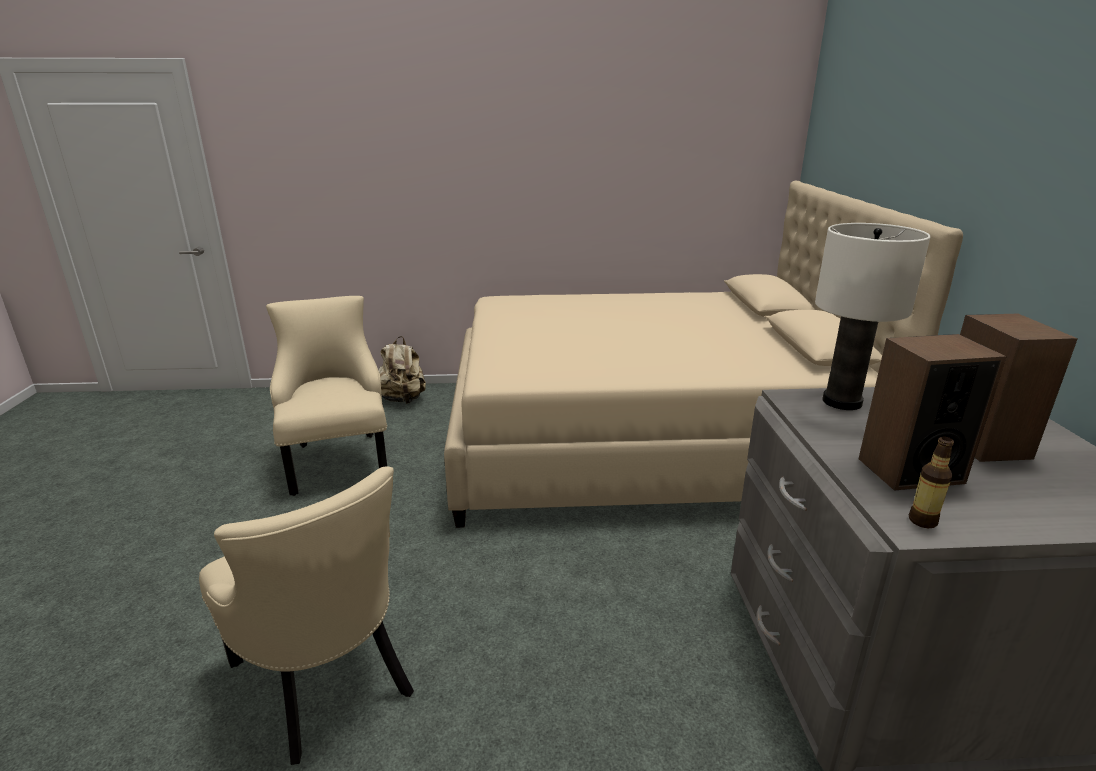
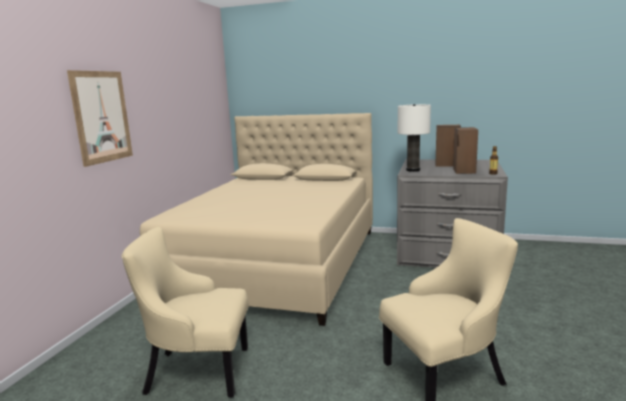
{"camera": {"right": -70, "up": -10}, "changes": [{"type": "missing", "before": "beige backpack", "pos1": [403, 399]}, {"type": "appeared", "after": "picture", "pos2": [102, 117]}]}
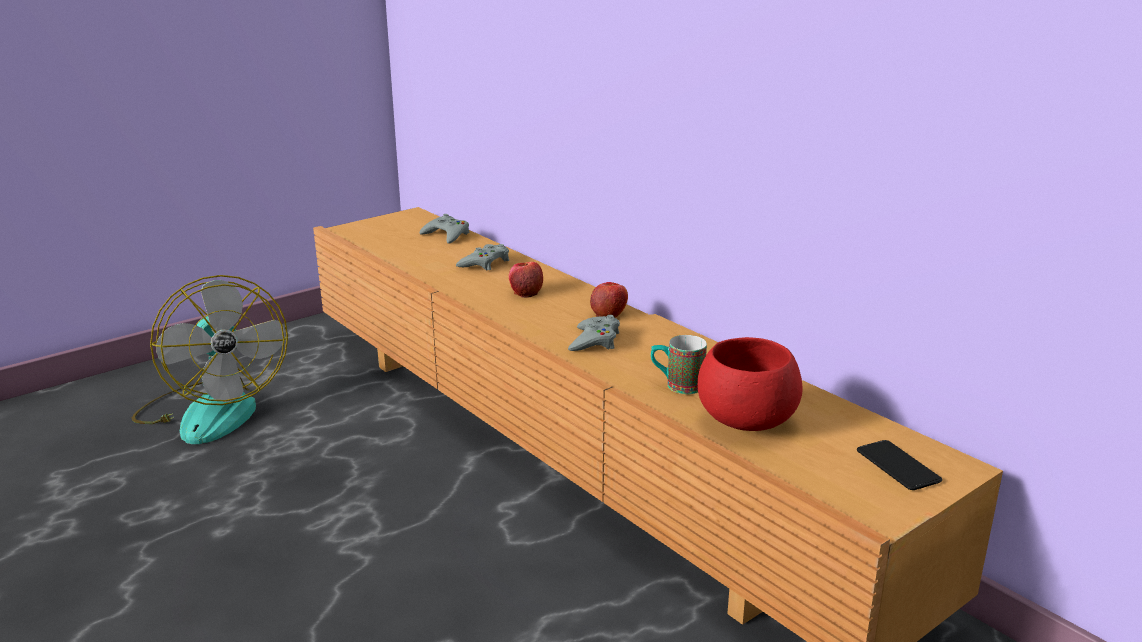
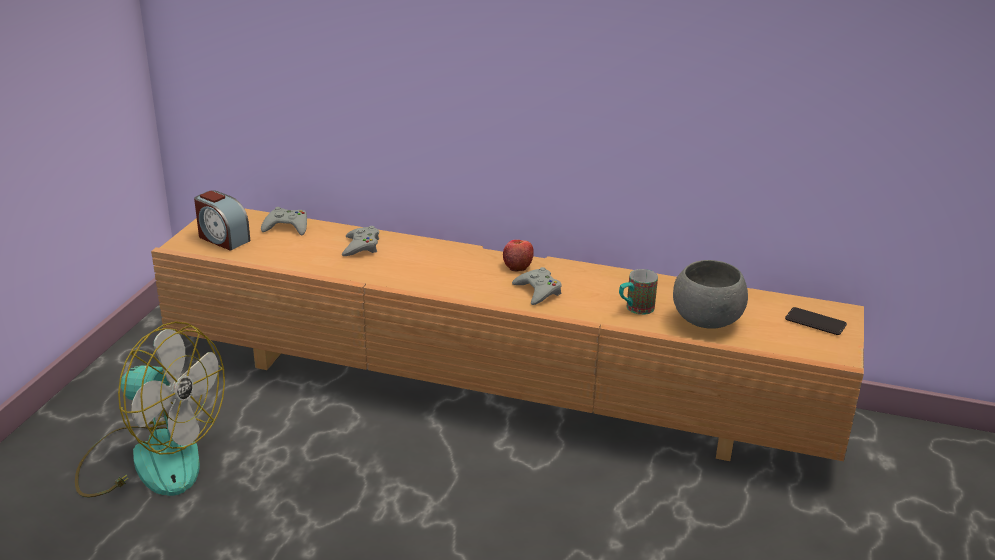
{"camera": {"right": -35, "up": 5}, "changes": [{"type": "missing", "before": "apple", "pos1": [526, 292]}, {"type": "colour", "before": "red bowl", "after": "grey bowl", "pos1": [745, 421], "pos2": [705, 321]}, {"type": "appeared", "after": "alarm clock", "pos2": [223, 239]}]}
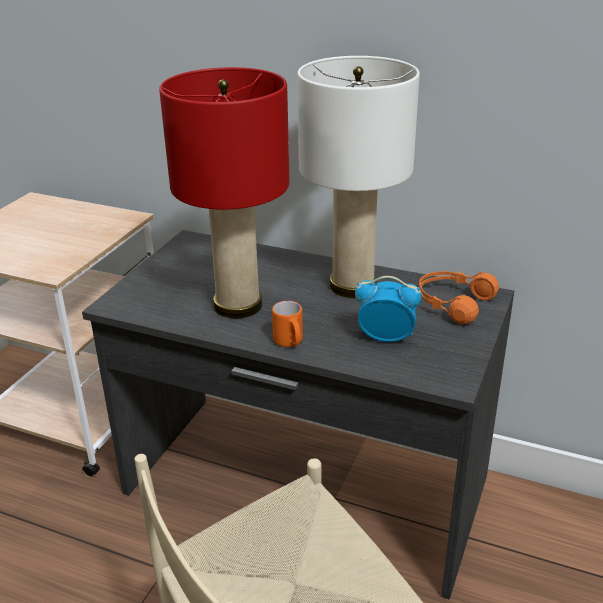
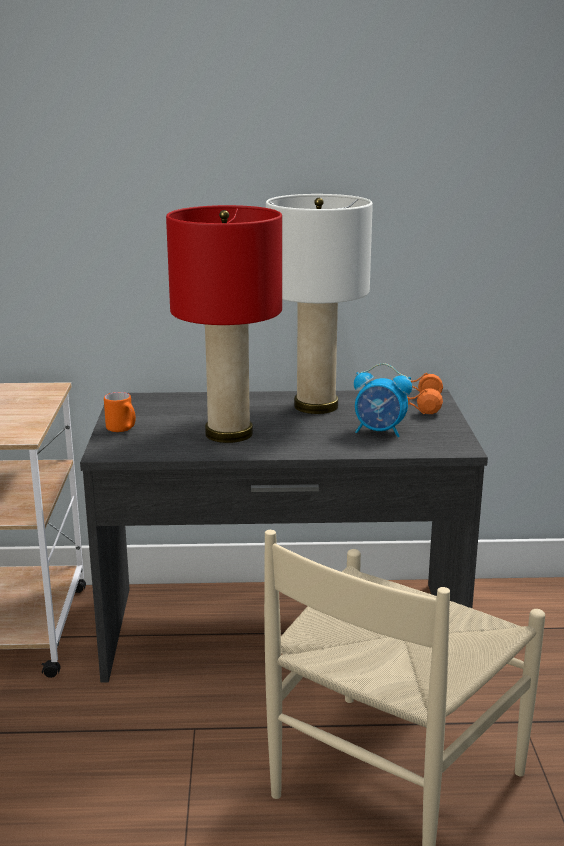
{"camera": {"right": -25, "up": -10}, "changes": [{"type": "spun", "before": "alarm clock", "pos1": [386, 337], "pos2": [380, 432], "turn": -150}, {"type": "relocated", "before": "orange mug", "pos1": [290, 343], "pos2": [122, 429]}]}
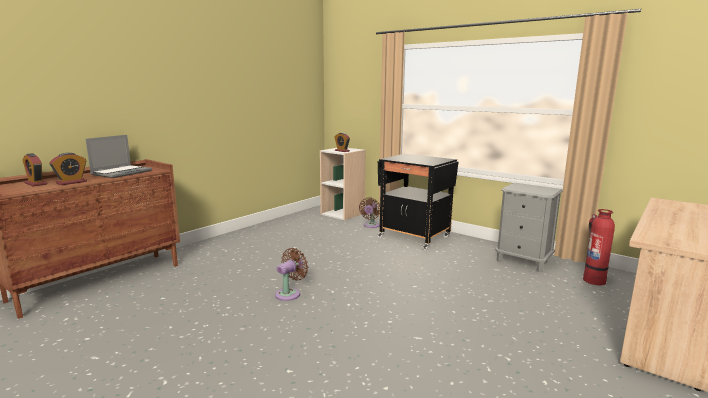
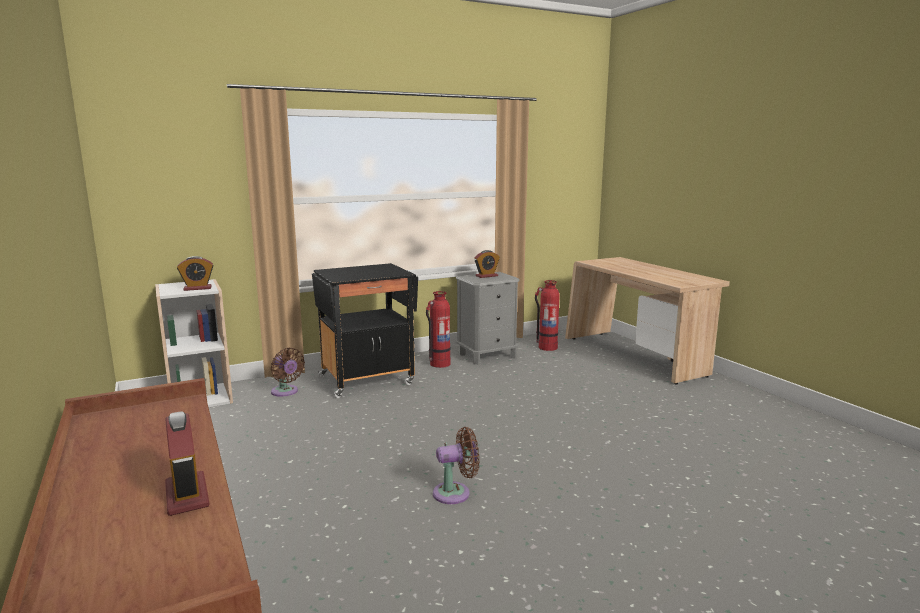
{"camera": {"right": -65, "up": 0}, "changes": [{"type": "missing", "before": "laptop", "pos1": [122, 172]}, {"type": "relocated", "before": "alarm clock", "pos1": [36, 183], "pos2": [486, 276]}, {"type": "spun", "before": "brown fan", "pos1": [290, 293], "pos2": [455, 493], "turn": 105}, {"type": "appeared", "after": "fire extinguisher", "pos2": [439, 364]}]}
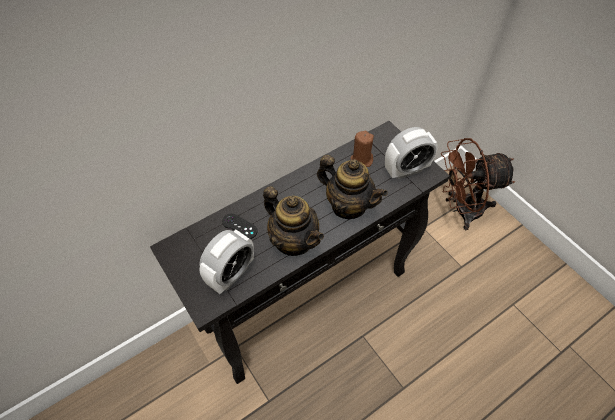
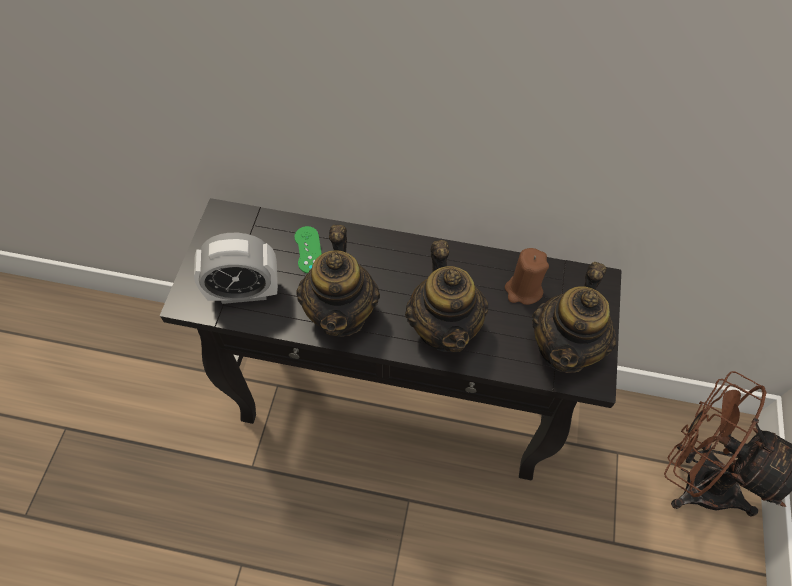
{"camera": {"right": 45, "up": 5}, "changes": [{"type": "exchanged", "before": "alarm clock", "after": "teapot", "pos1": [406, 170], "pos2": [565, 347]}, {"type": "colour", "before": "black game controller", "after": "green game controller", "pos1": [239, 226], "pos2": [308, 250]}]}
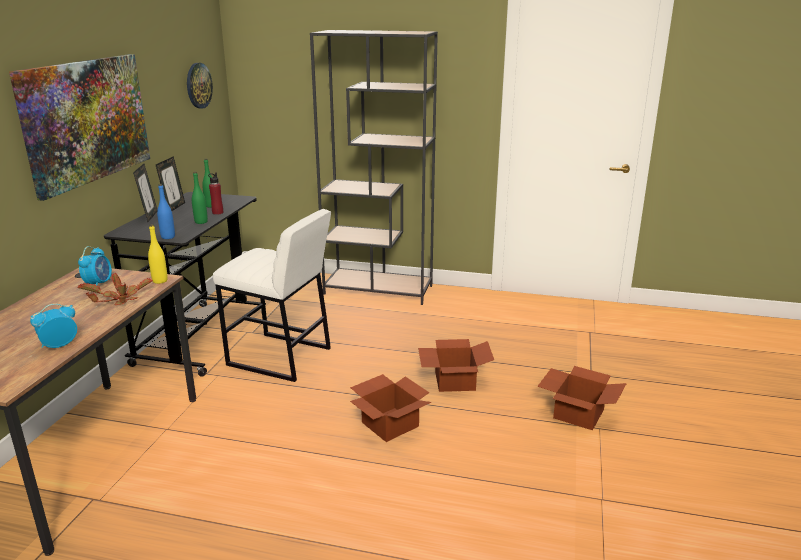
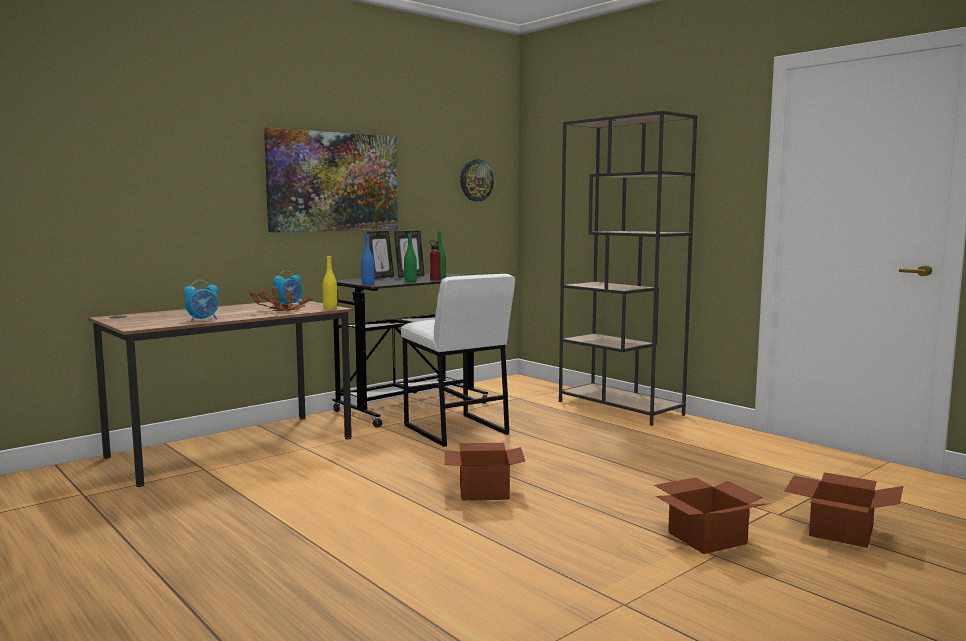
{"camera": {"right": 35, "up": -15}, "changes": [{"type": "spun", "before": "alarm clock", "pos1": [59, 345], "pos2": [203, 320], "turn": 150}, {"type": "relocated", "before": "cardboard box", "pos1": [453, 380], "pos2": [839, 531]}]}
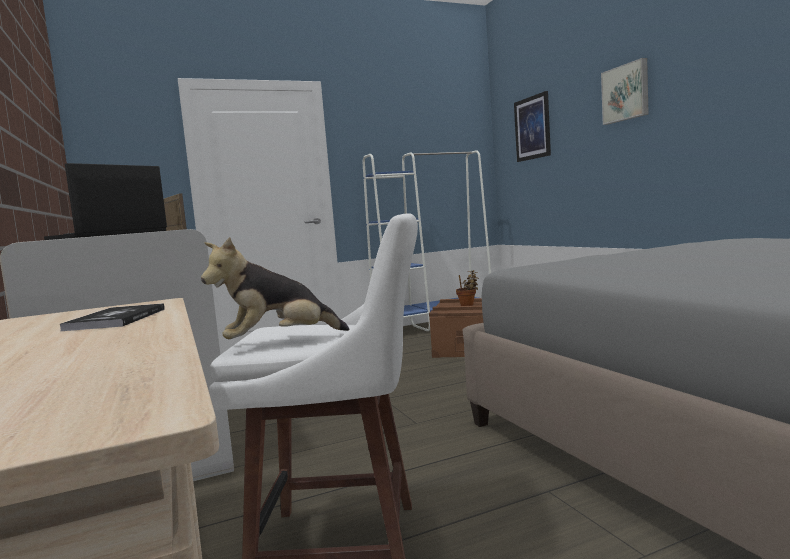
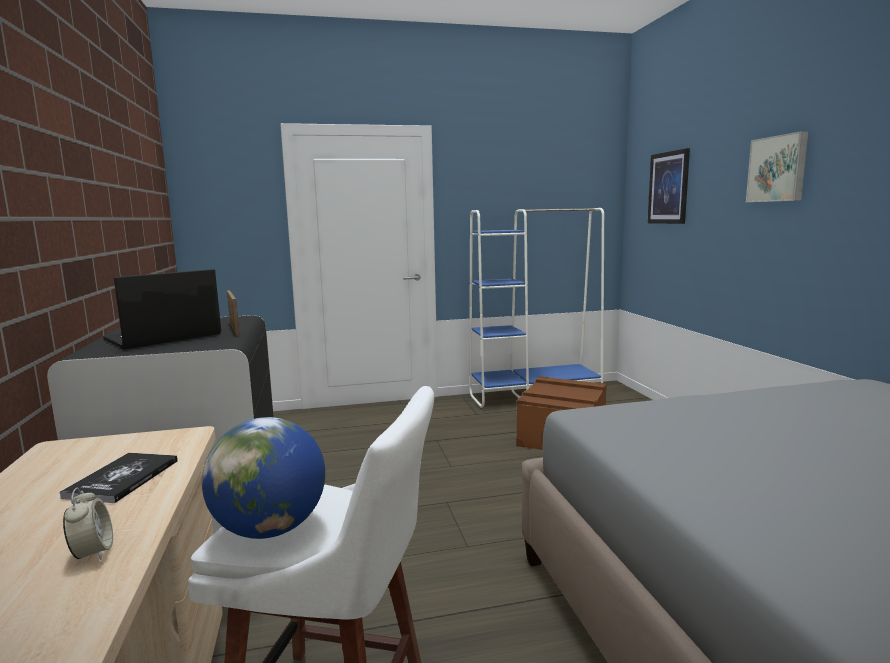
{"camera": {"right": 10, "up": 5}, "changes": [{"type": "exchanged", "before": "plush toy", "after": "globe", "pos1": [279, 342], "pos2": [270, 529]}, {"type": "missing", "before": "potted plant", "pos1": [468, 305]}, {"type": "appeared", "after": "alarm clock", "pos2": [93, 553]}]}
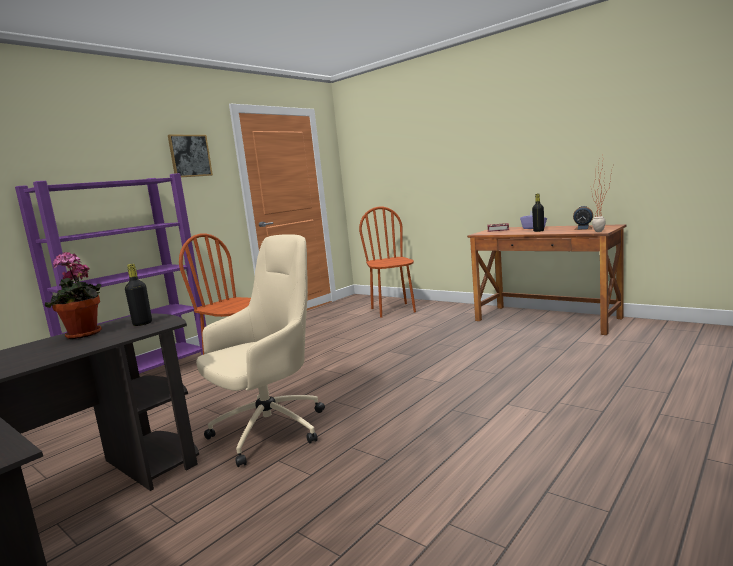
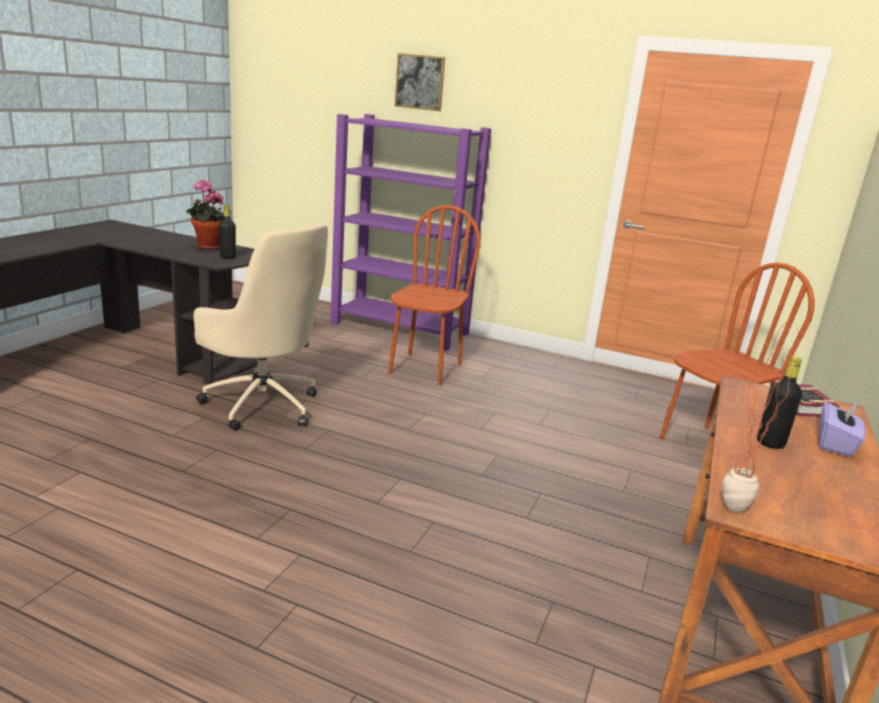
{"camera": {"right": 70, "up": 10}, "changes": [{"type": "relocated", "before": "picture", "pos1": [190, 156], "pos2": [420, 82]}, {"type": "missing", "before": "alarm clock", "pos1": [583, 228]}]}
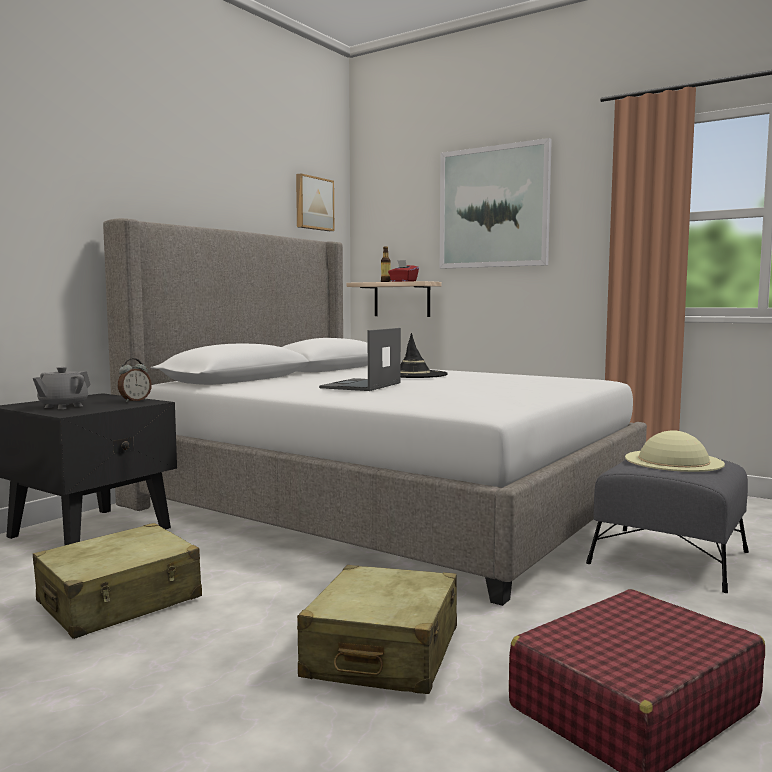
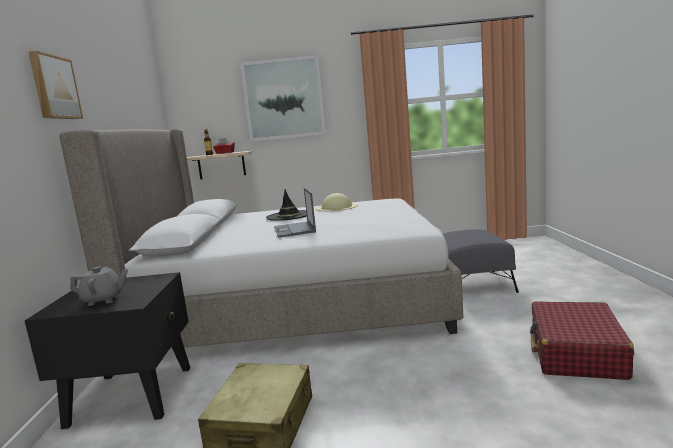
{"camera": {"right": -35, "up": 5}, "changes": [{"type": "relocated", "before": "picture", "pos1": [313, 203], "pos2": [54, 88]}, {"type": "missing", "before": "alarm clock", "pos1": [134, 401]}, {"type": "spun", "before": "grey teapot", "pos1": [63, 406], "pos2": [103, 300], "turn": -90}, {"type": "relocated", "before": "beige hat", "pos1": [673, 460], "pos2": [336, 207]}, {"type": "missing", "before": "beige suitcase", "pos1": [382, 653]}]}
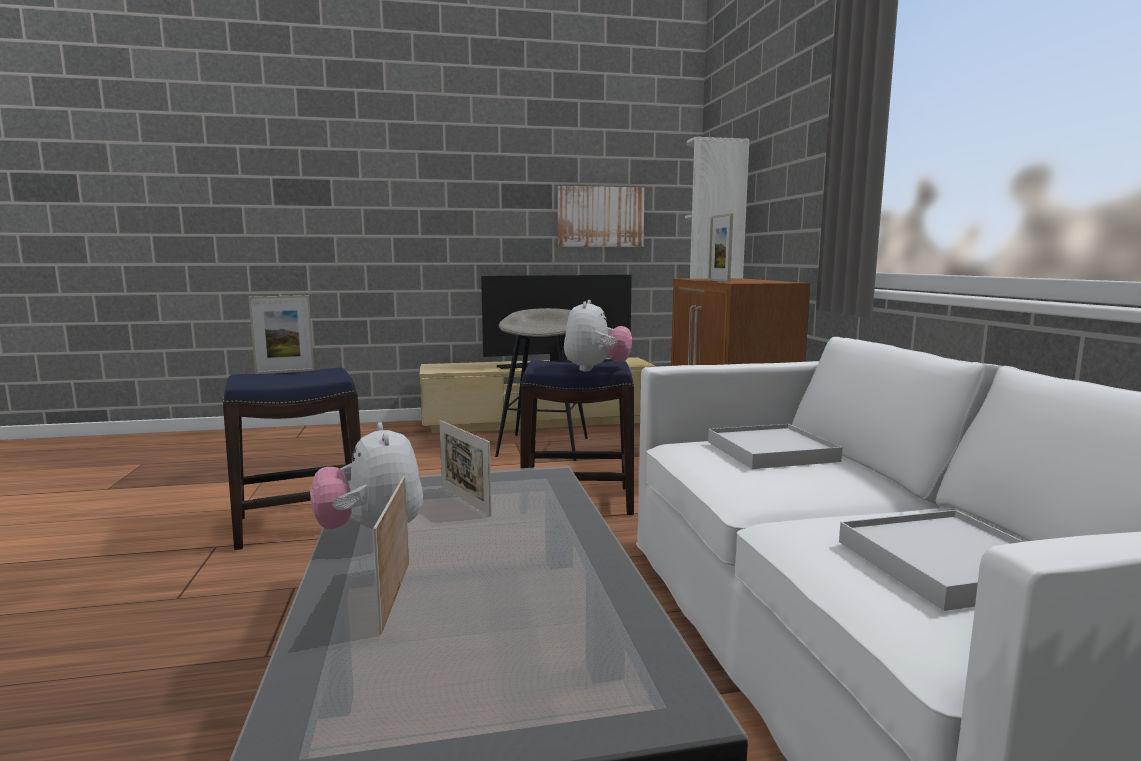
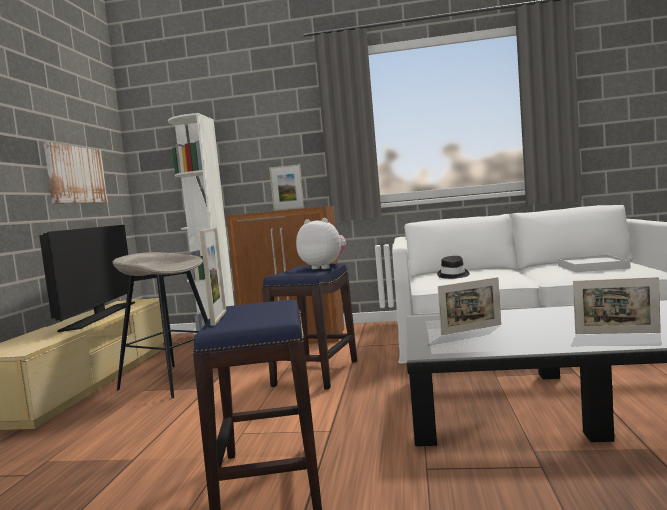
{"camera": {"right": -70, "up": -5}, "changes": [{"type": "missing", "before": "plush toy", "pos1": [372, 533]}, {"type": "exchanged", "before": "white tray", "after": "black hat", "pos1": [770, 451], "pos2": [453, 275]}]}
